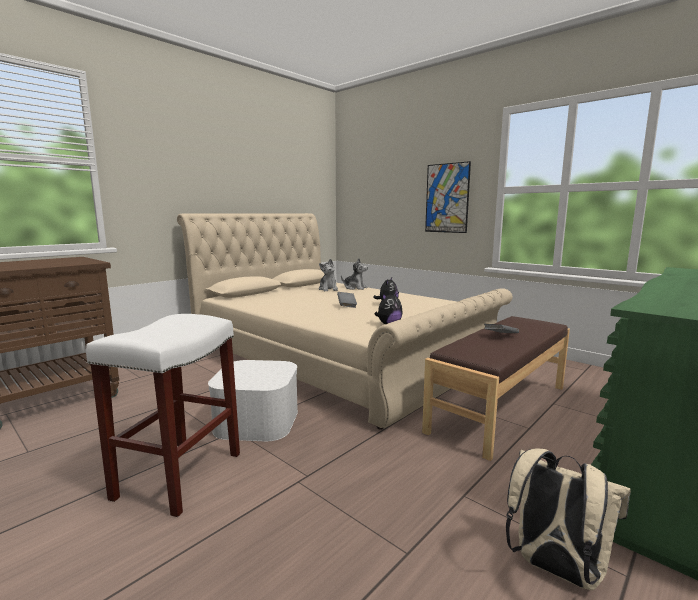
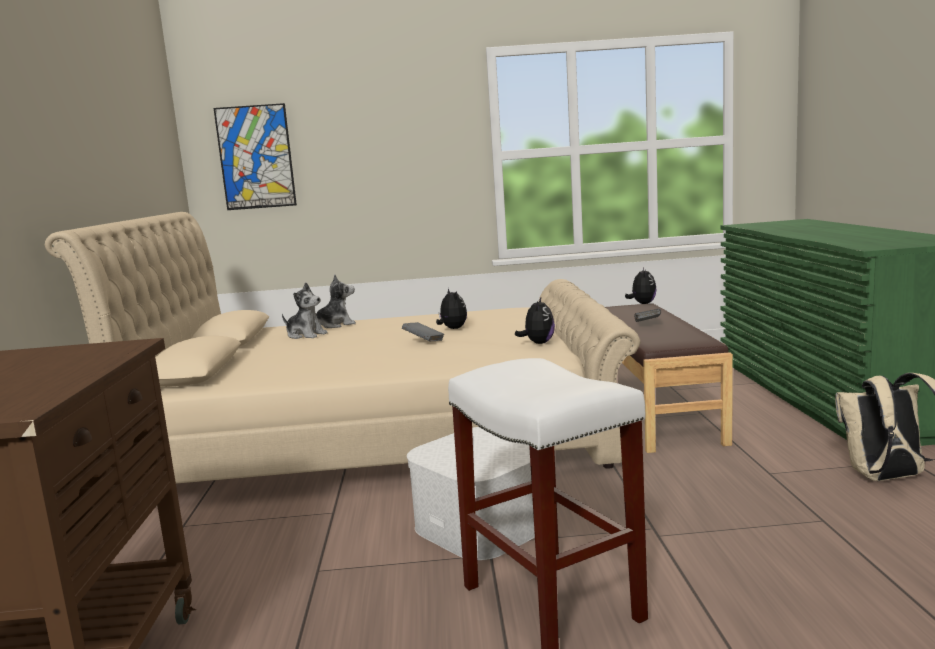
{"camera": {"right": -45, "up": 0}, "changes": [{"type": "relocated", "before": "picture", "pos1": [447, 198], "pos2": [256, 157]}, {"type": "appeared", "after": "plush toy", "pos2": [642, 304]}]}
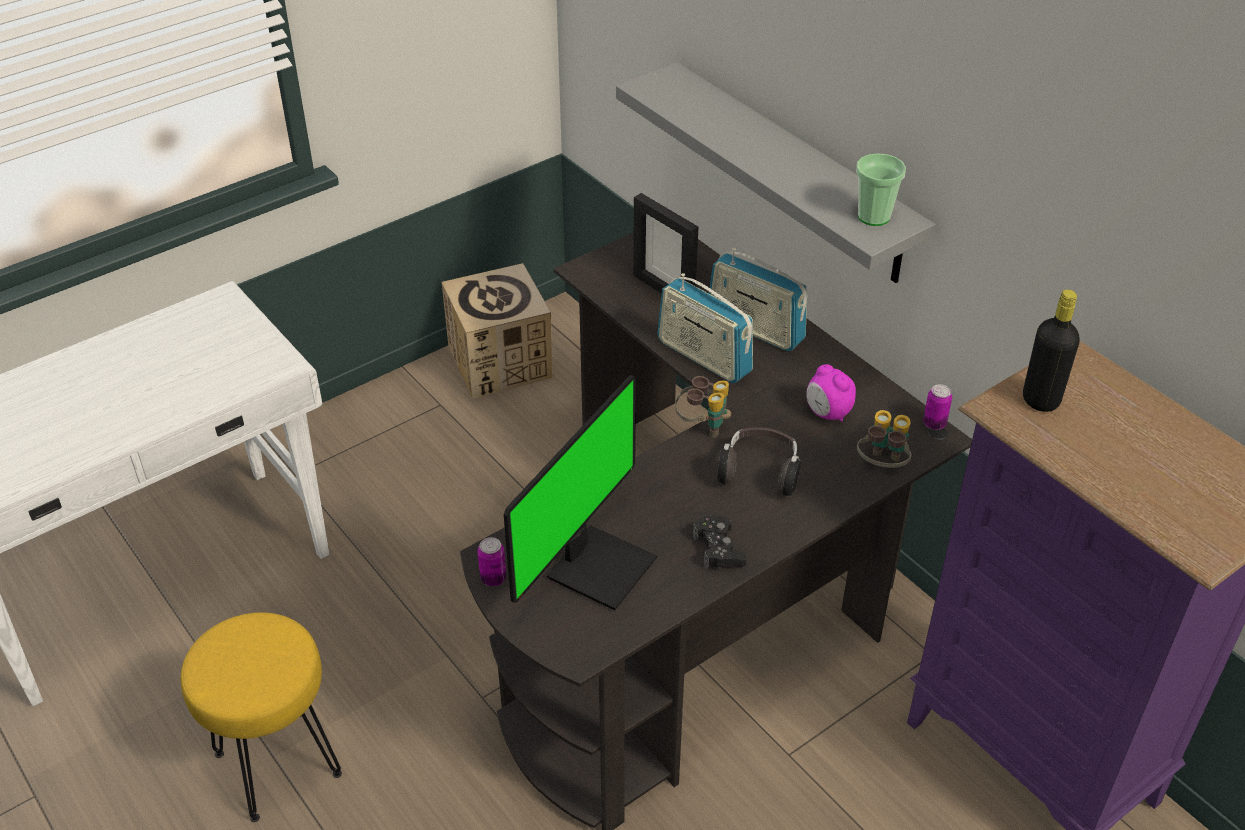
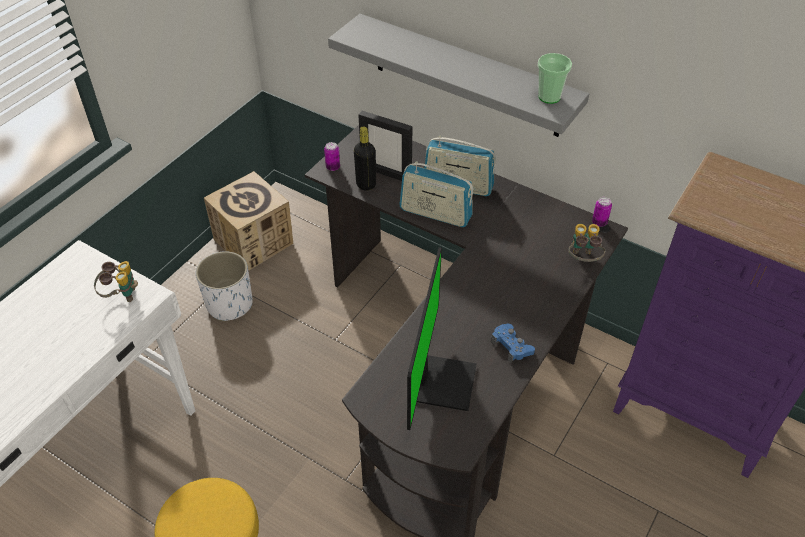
{"camera": {"right": -20, "up": 5}, "changes": [{"type": "relocated", "before": "black bottle", "pos1": [1040, 400], "pos2": [366, 184]}, {"type": "missing", "before": "alarm clock", "pos1": [827, 413]}, {"type": "relocated", "before": "binoculars", "pos1": [702, 426], "pos2": [121, 295]}, {"type": "missing", "before": "headphones", "pos1": [760, 472]}, {"type": "colour", "before": "black game controller", "after": "blue game controller", "pos1": [718, 549], "pos2": [511, 346]}, {"type": "relocated", "before": "can", "pos1": [493, 578], "pos2": [333, 167]}, {"type": "appeared", "after": "white planter", "pos2": [230, 304]}]}
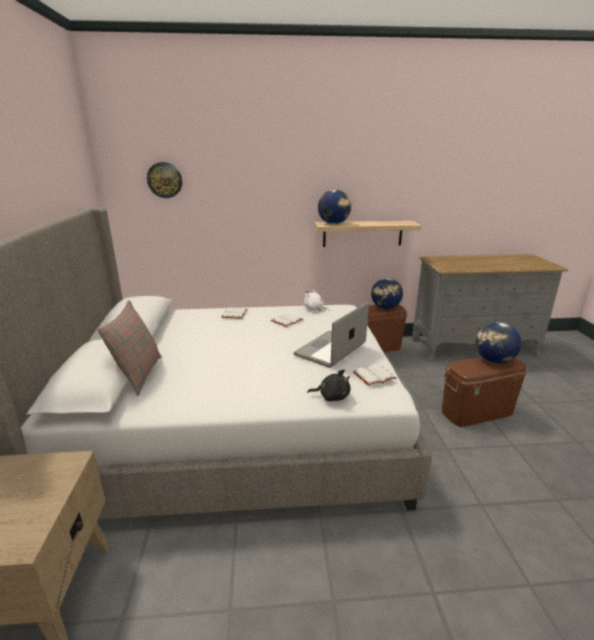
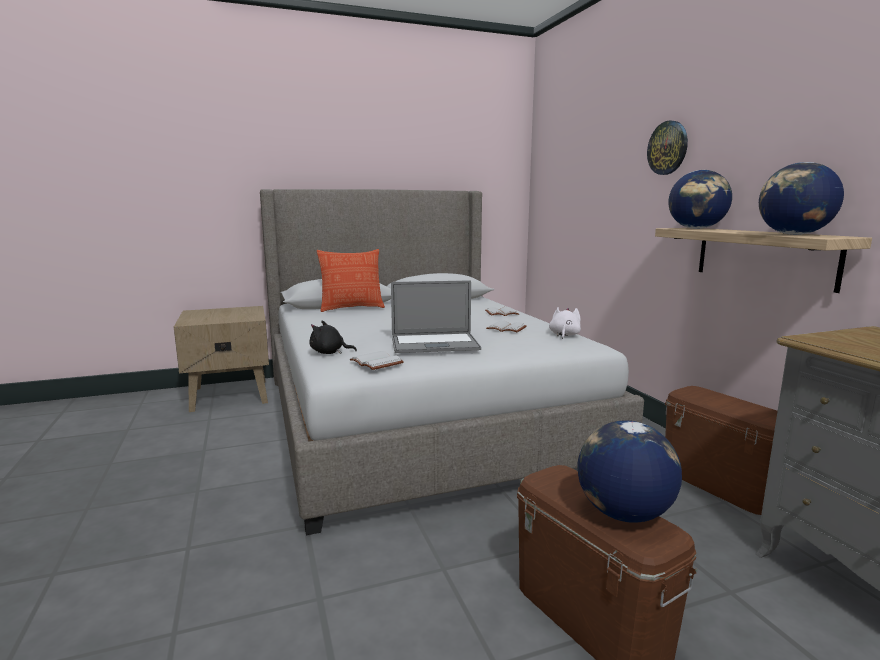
{"camera": {"right": 75, "up": -10}, "changes": [{"type": "relocated", "before": "wall clock", "pos1": [164, 180], "pos2": [668, 148]}, {"type": "relocated", "before": "globe", "pos1": [385, 308], "pos2": [793, 234]}, {"type": "colour", "before": "grey pillow", "after": "orange pillow", "pos1": [139, 375], "pos2": [352, 308]}, {"type": "spun", "before": "laptop", "pos1": [330, 349], "pos2": [434, 344], "turn": 150}, {"type": "spun", "before": "black plush toy", "pos1": [332, 396], "pos2": [329, 353], "turn": 105}]}
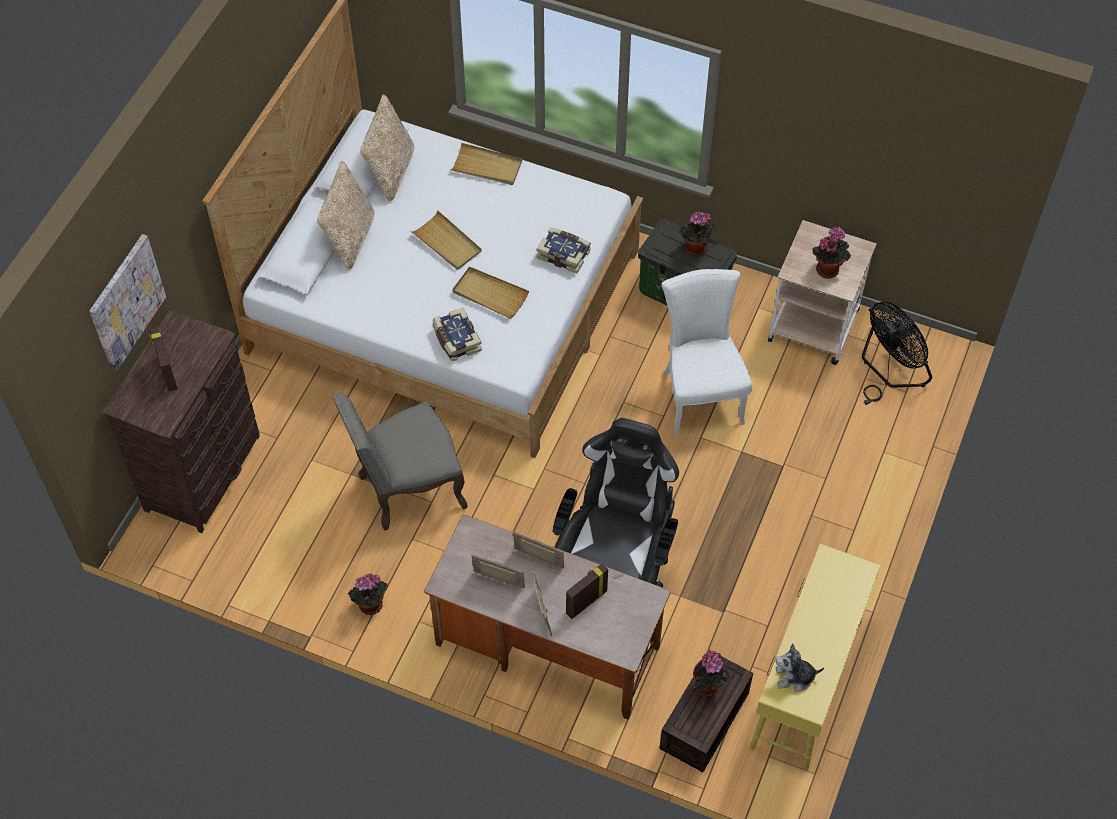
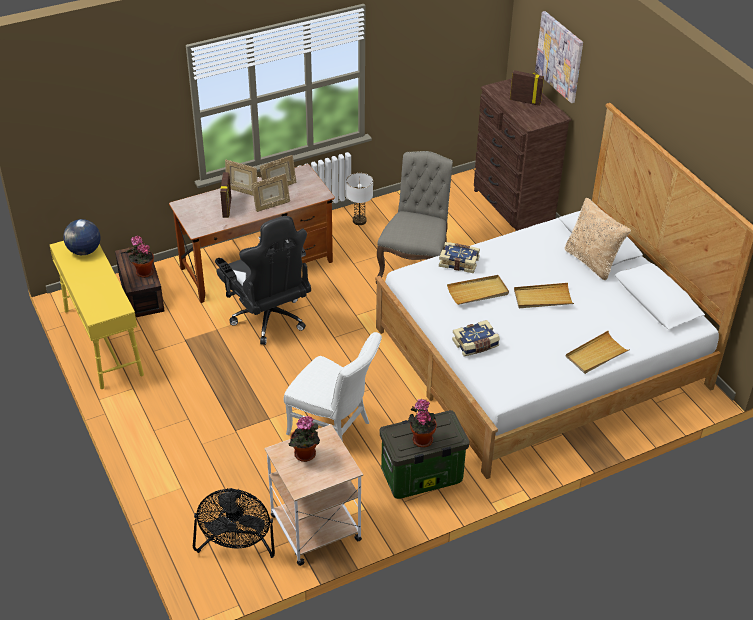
{"camera": {"right": 130, "up": -15}, "changes": [{"type": "missing", "before": "beige pillow", "pos1": [391, 172]}, {"type": "exchanged", "before": "potted plant", "after": "table lamp", "pos1": [370, 607], "pos2": [359, 221]}, {"type": "exchanged", "before": "plush toy", "after": "globe", "pos1": [794, 677], "pos2": [84, 251]}]}
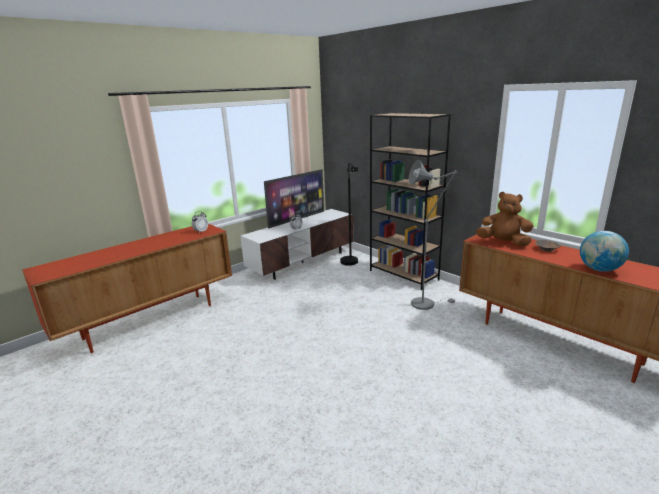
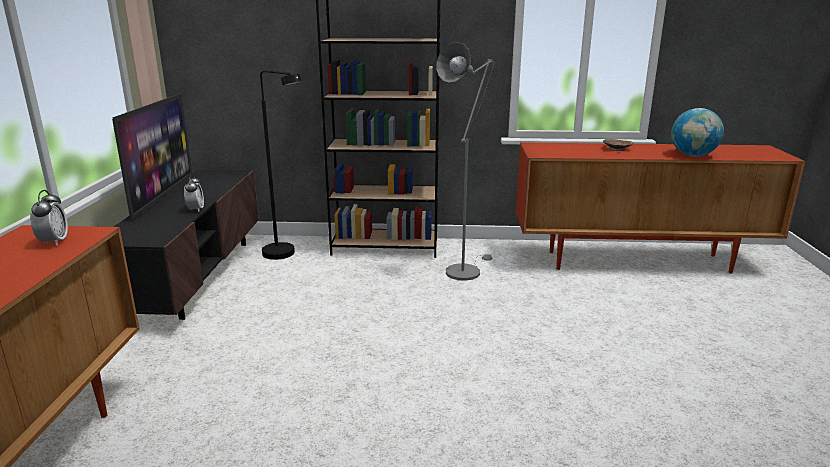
{"camera": {"right": -45, "up": 0}, "changes": [{"type": "missing", "before": "brown plush toy", "pos1": [503, 243]}, {"type": "colour", "before": "white tv stand", "after": "black tv stand", "pos1": [302, 262], "pos2": [195, 277]}]}
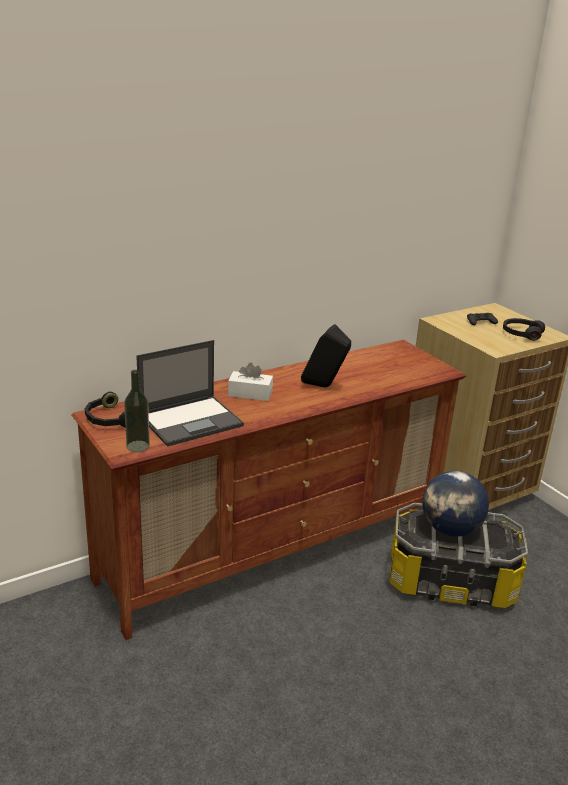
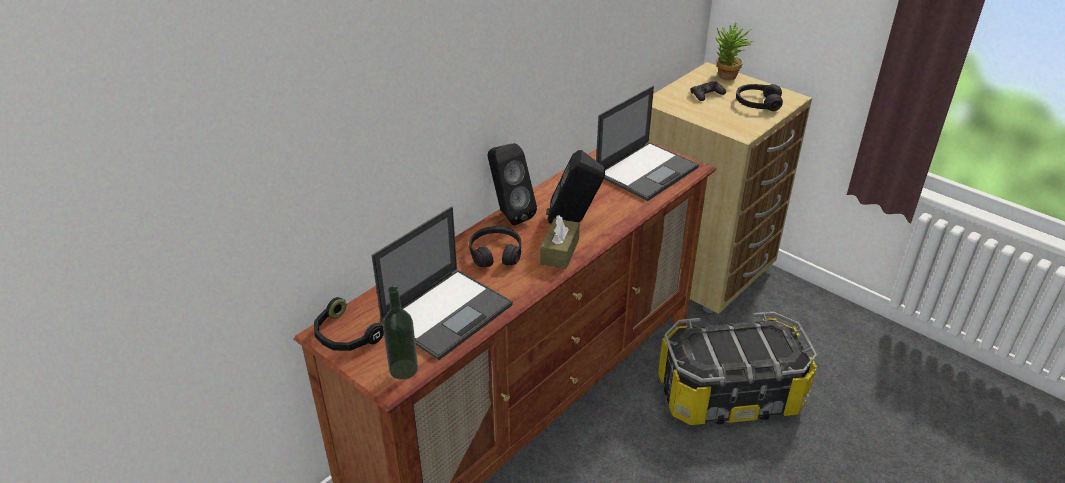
{"camera": {"right": -15, "up": 10}, "changes": [{"type": "exchanged", "before": "white tissue box", "after": "black headphones", "pos1": [250, 394], "pos2": [495, 253]}, {"type": "missing", "before": "globe", "pos1": [450, 530]}, {"type": "appeared", "after": "potted plant", "pos2": [726, 78]}, {"type": "appeared", "after": "laptop", "pos2": [647, 170]}, {"type": "appeared", "after": "black speaker", "pos2": [509, 214]}, {"type": "appeared", "after": "brown tissue box", "pos2": [560, 252]}]}
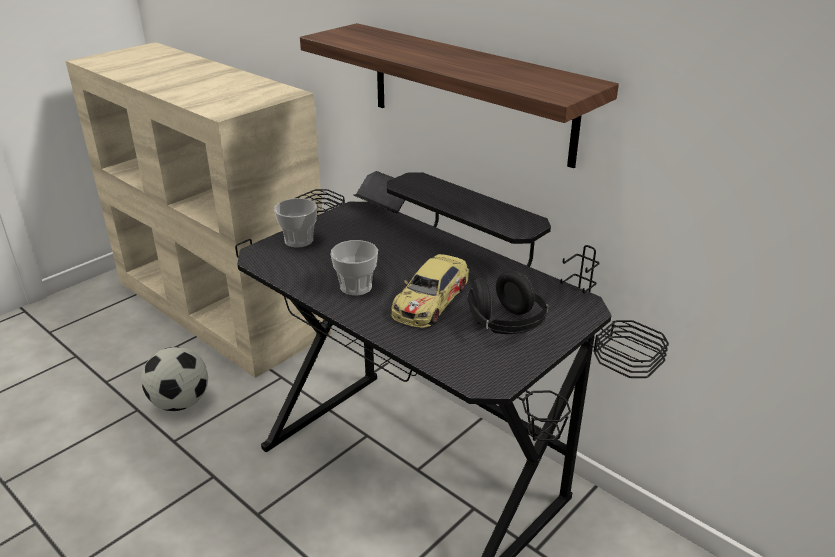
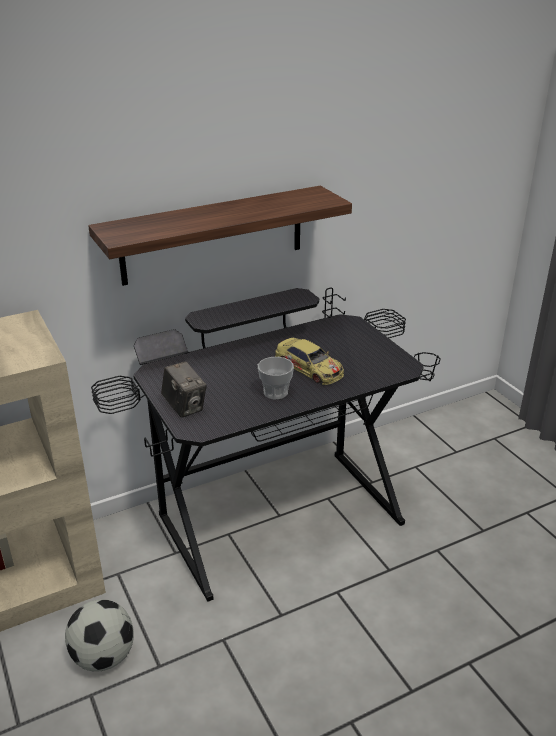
{"camera": {"right": -70, "up": 0}, "changes": [{"type": "exchanged", "before": "cup", "after": "photo camera", "pos1": [298, 240], "pos2": [184, 407]}, {"type": "missing", "before": "black headphones", "pos1": [505, 325]}]}
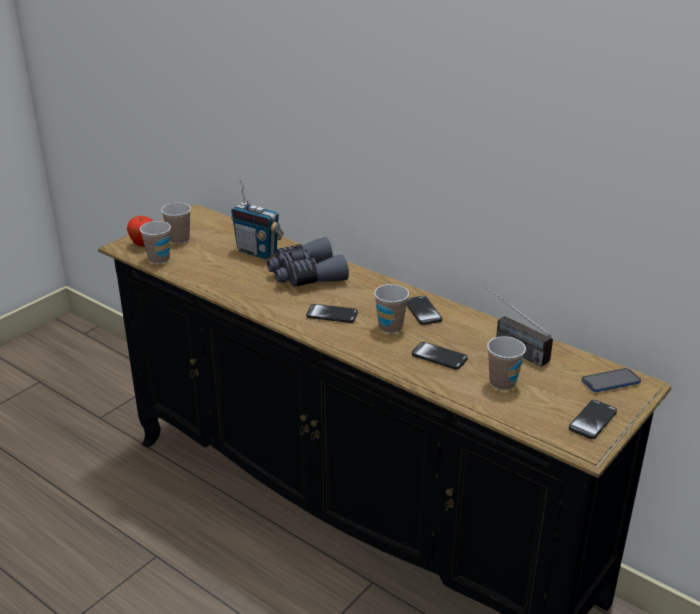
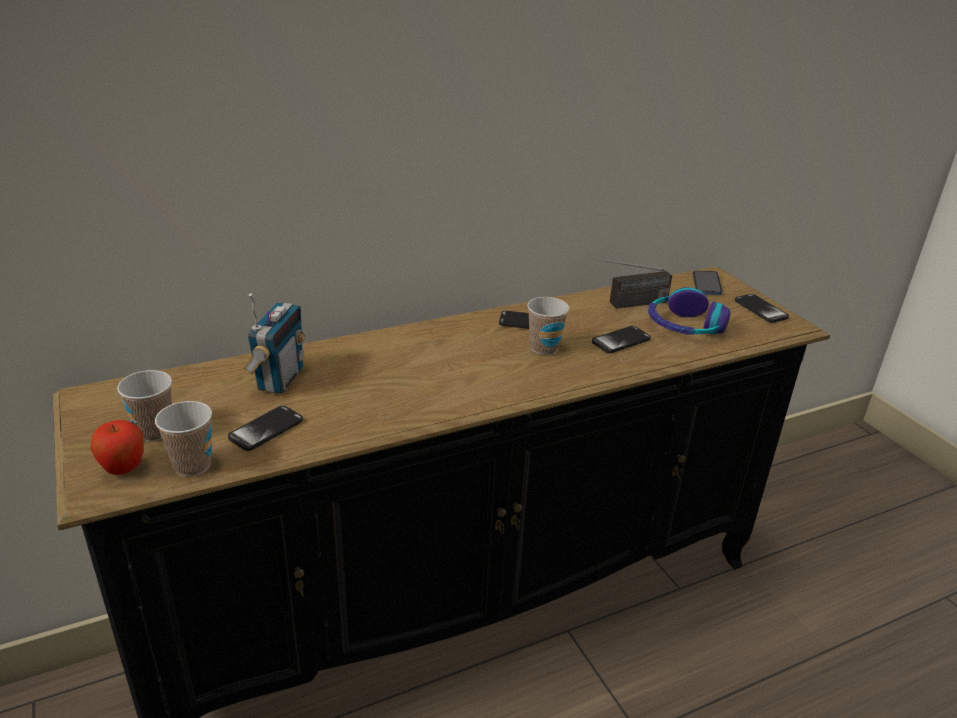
{"camera": {"right": -65, "up": 0}, "changes": [{"type": "spun", "before": "radio", "pos1": [257, 252], "pos2": [279, 379], "turn": -45}, {"type": "missing", "before": "grey binoculars", "pos1": [305, 275]}, {"type": "relocated", "before": "phone", "pos1": [332, 314], "pos2": [266, 429]}, {"type": "exchanged", "before": "cup", "after": "headphones", "pos1": [502, 383], "pos2": [684, 326]}]}
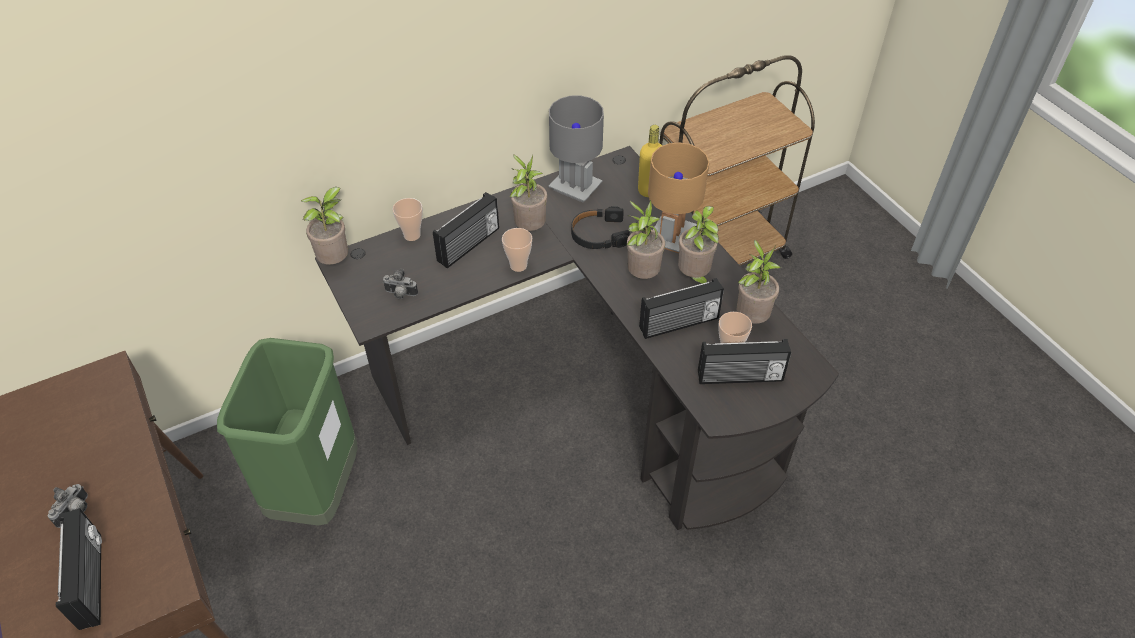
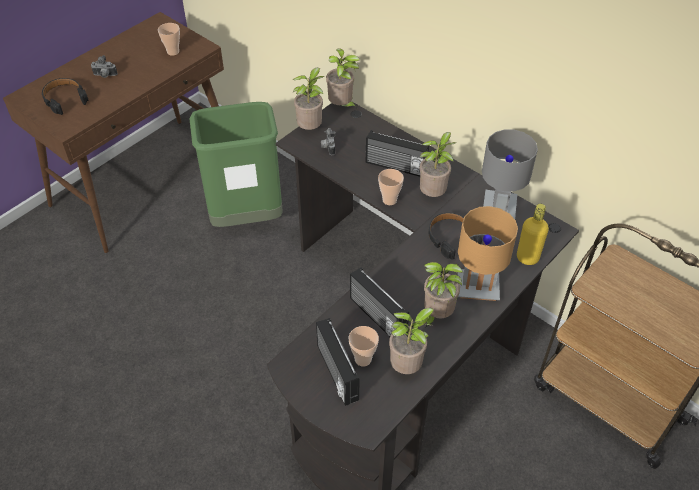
{"camera": {"right": 70, "up": 0}, "changes": [{"type": "relocated", "before": "cup", "pos1": [412, 235], "pos2": [173, 52]}, {"type": "relocated", "before": "potted plant", "pos1": [641, 275], "pos2": [311, 129]}, {"type": "exchanged", "before": "radio", "after": "black headphones", "pos1": [93, 580], "pos2": [65, 99]}]}
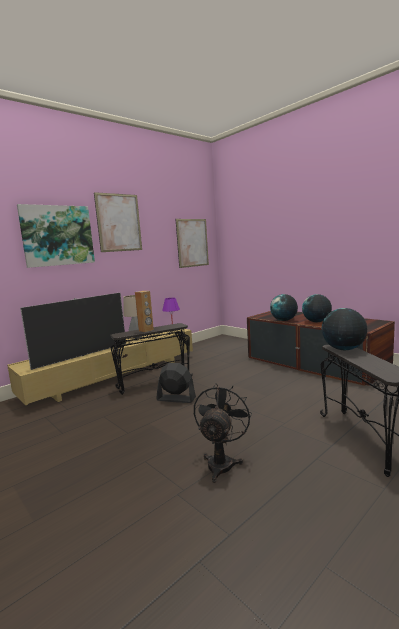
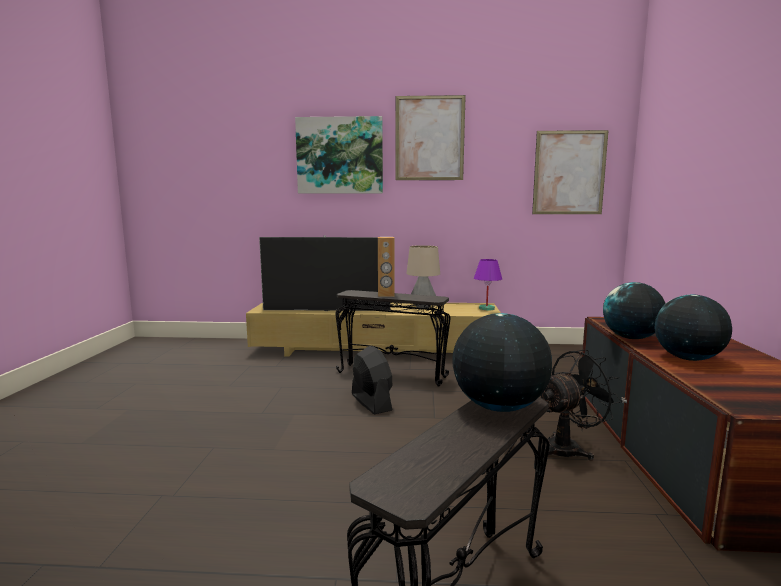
{"camera": {"right": 45, "up": 0}, "changes": [{"type": "relocated", "before": "black fan", "pos1": [222, 462], "pos2": [569, 448]}]}
